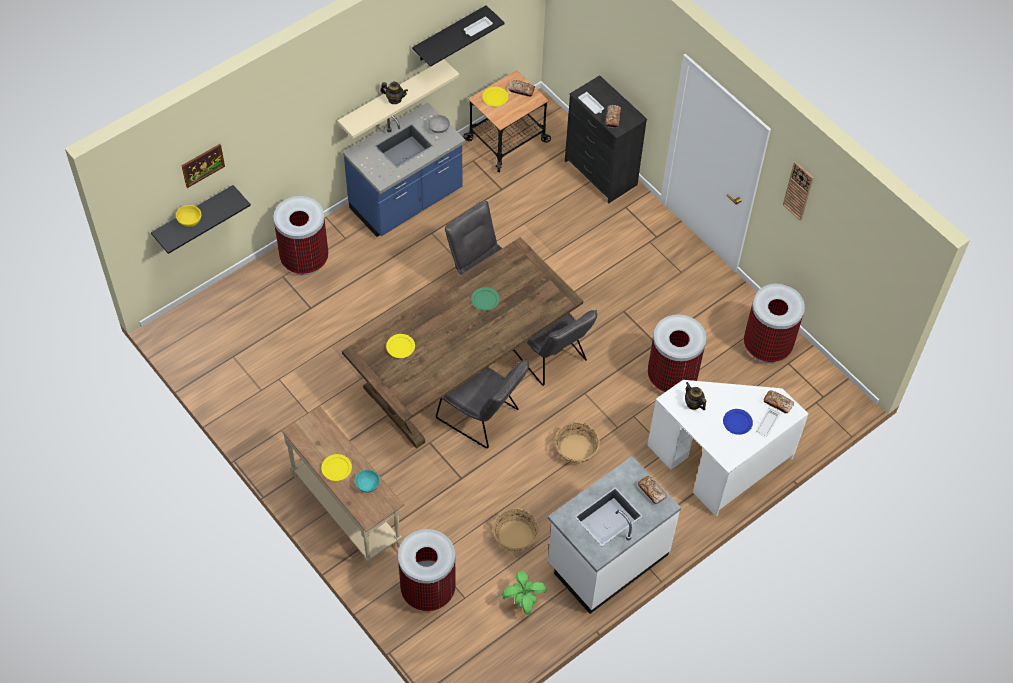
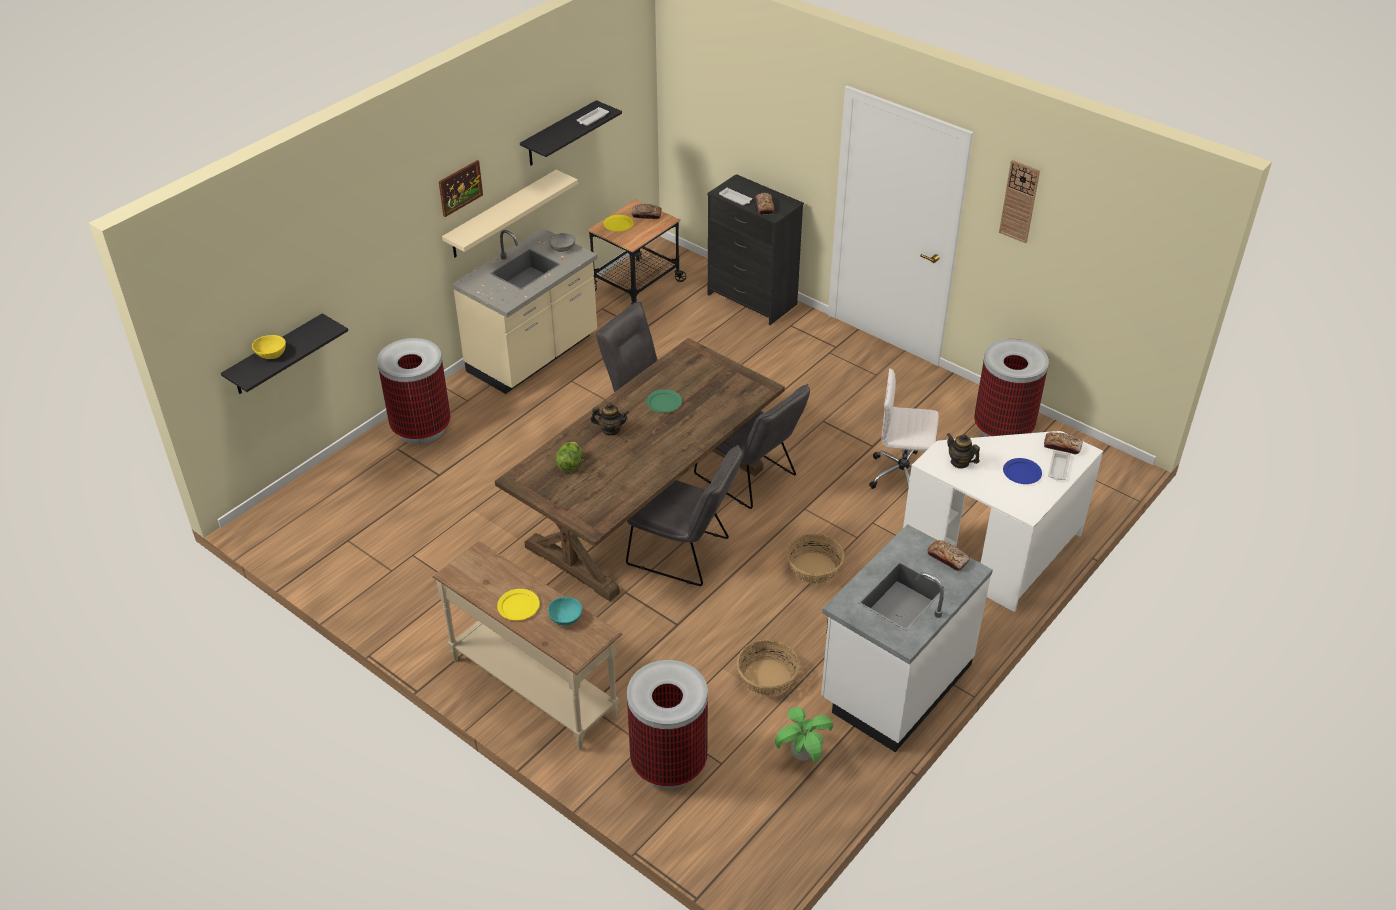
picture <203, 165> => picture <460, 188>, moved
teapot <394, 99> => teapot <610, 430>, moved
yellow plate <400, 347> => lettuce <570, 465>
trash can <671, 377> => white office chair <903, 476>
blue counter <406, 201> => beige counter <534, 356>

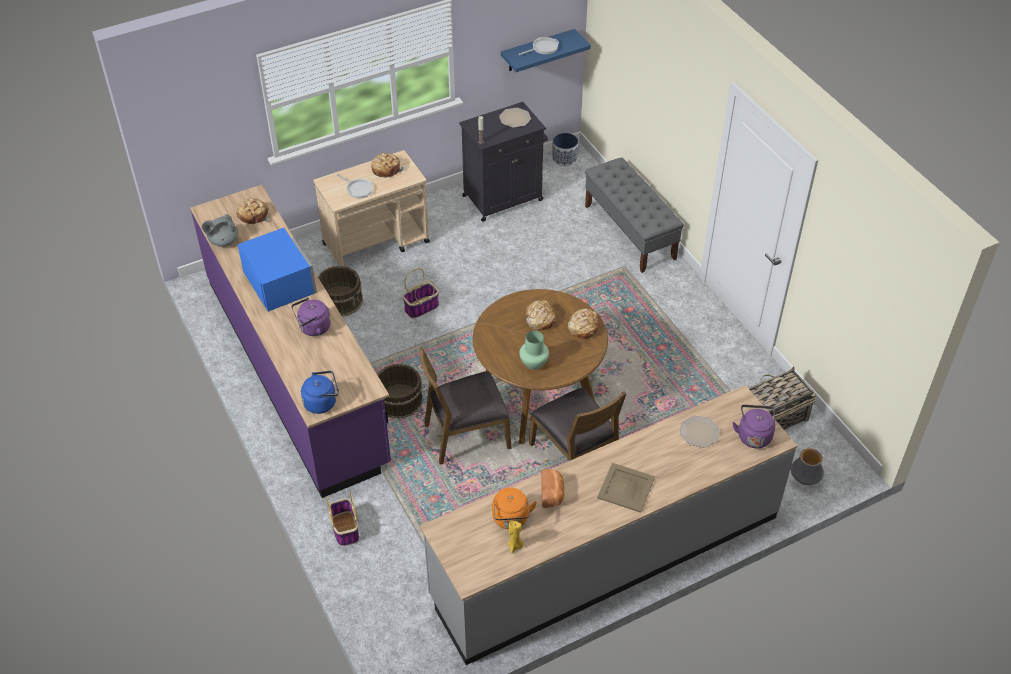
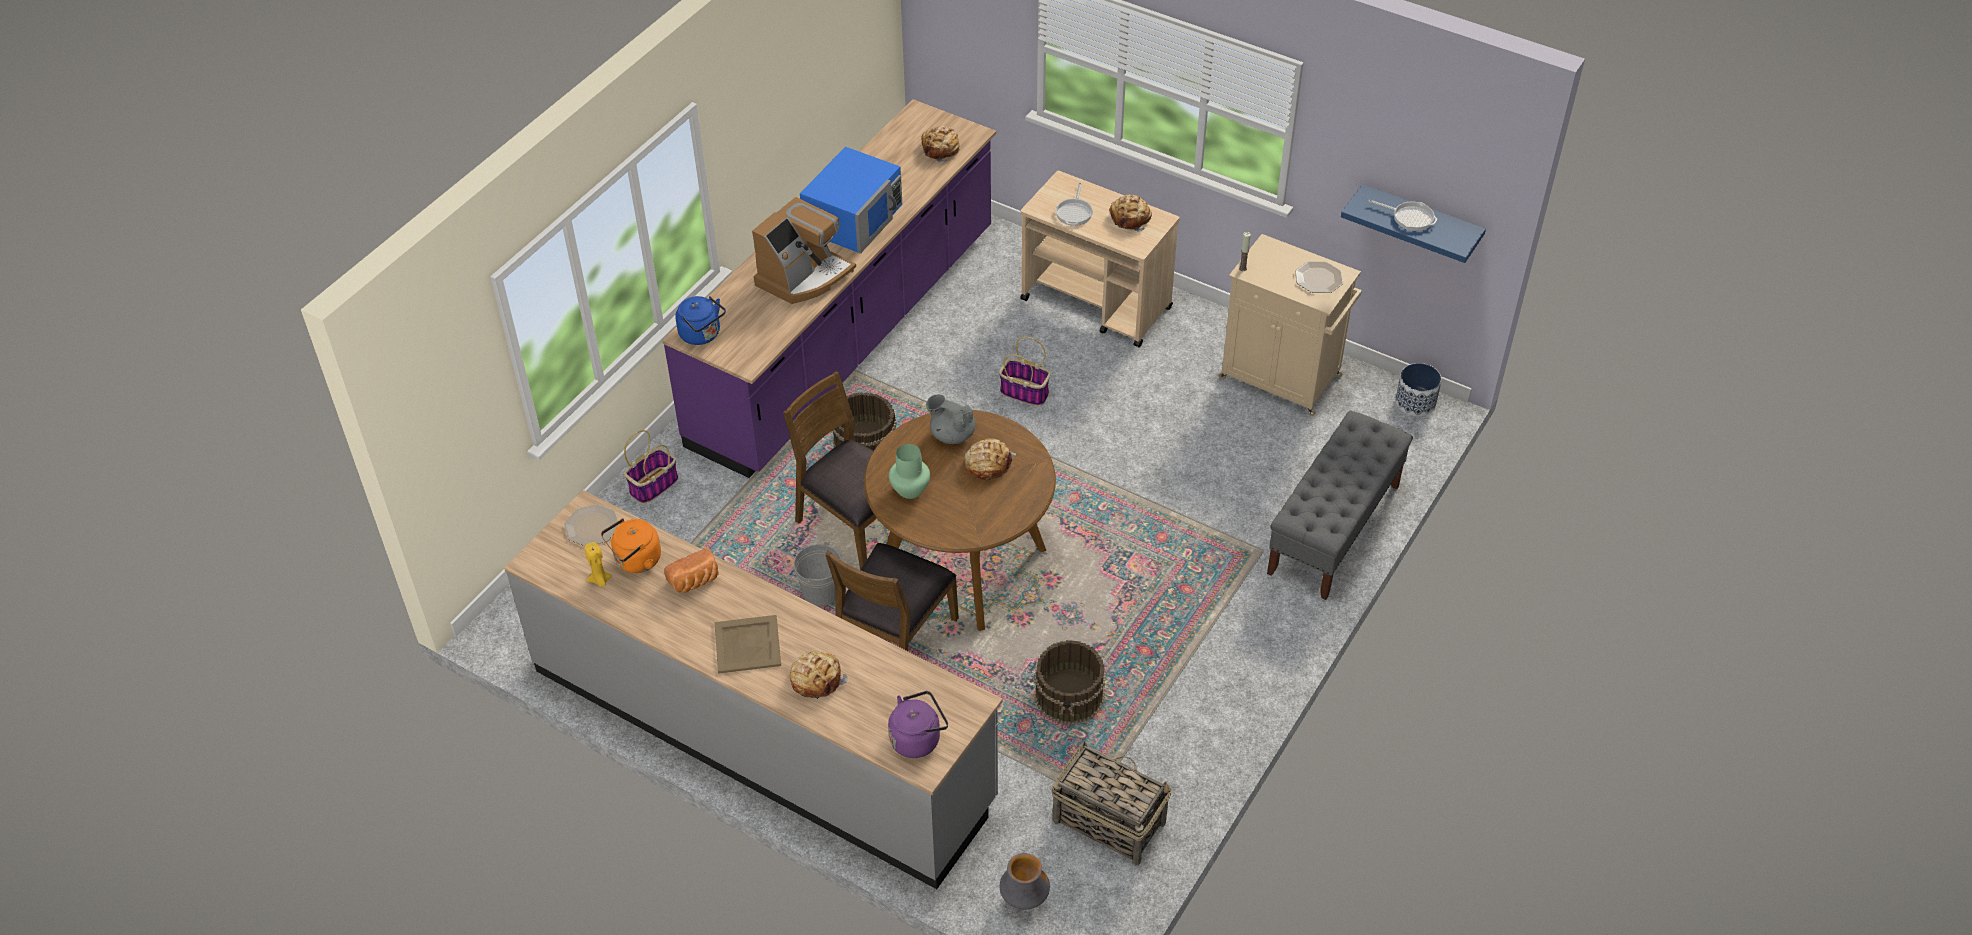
nothing => grey bucket <820, 593>
grey teapot <223, 241> => grey teapot <952, 434>, moved
brown bucket <341, 300> => brown bucket <1070, 695>, moved
bread <583, 327> => bread <816, 679>, moved
plate <699, 432> => plate <591, 527>, moved
purple kettle <313, 328> => coffee machine <804, 276>
black cabinet <504, 197> => beige cabinet <1282, 378>

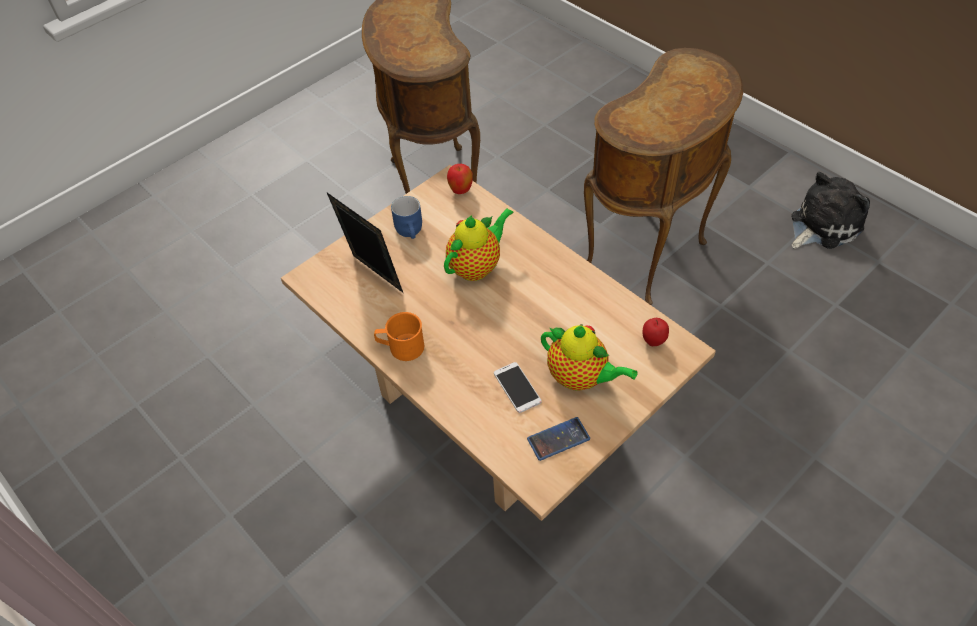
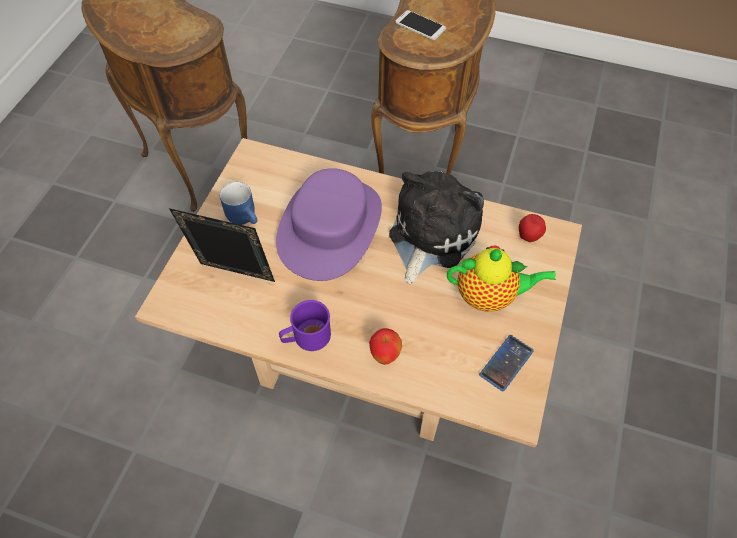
apple <461, 191> => apple <385, 356>, moved
phone <517, 387> => phone <420, 25>, moved
plush toy <822, 225> => plush toy <430, 235>, moved
teapot <477, 266> => purple hat <330, 227>
orange mug <401, 347> => purple mug <306, 337>

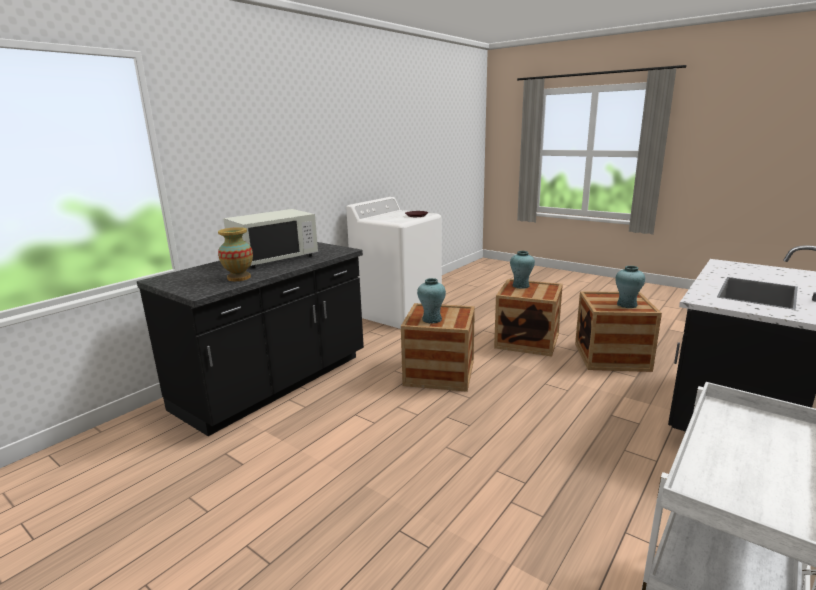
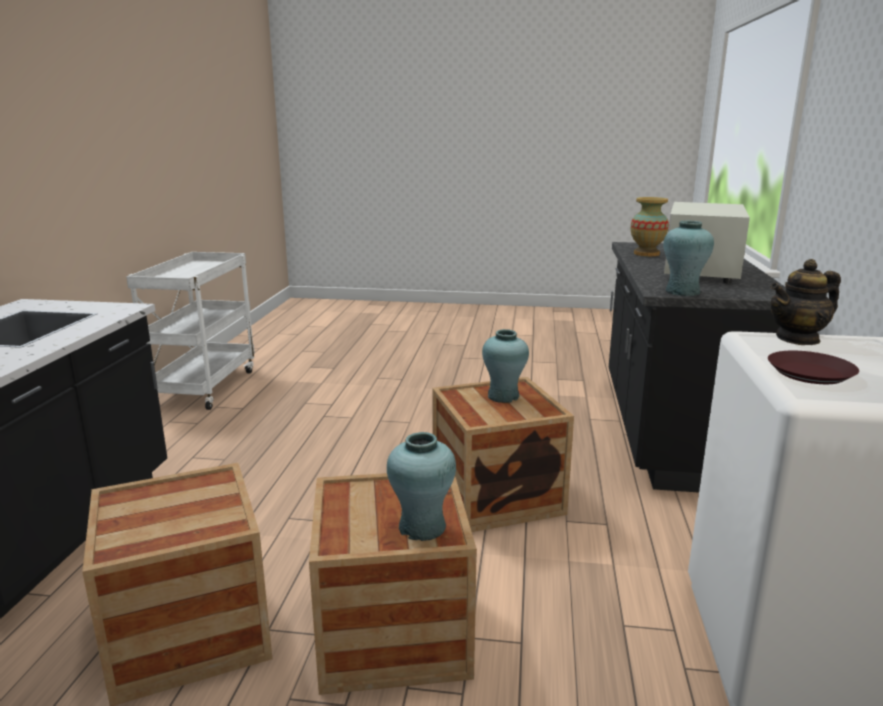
nothing => teapot <798, 339>
turquoise vase <627, 305> => turquoise vase <682, 292>, moved

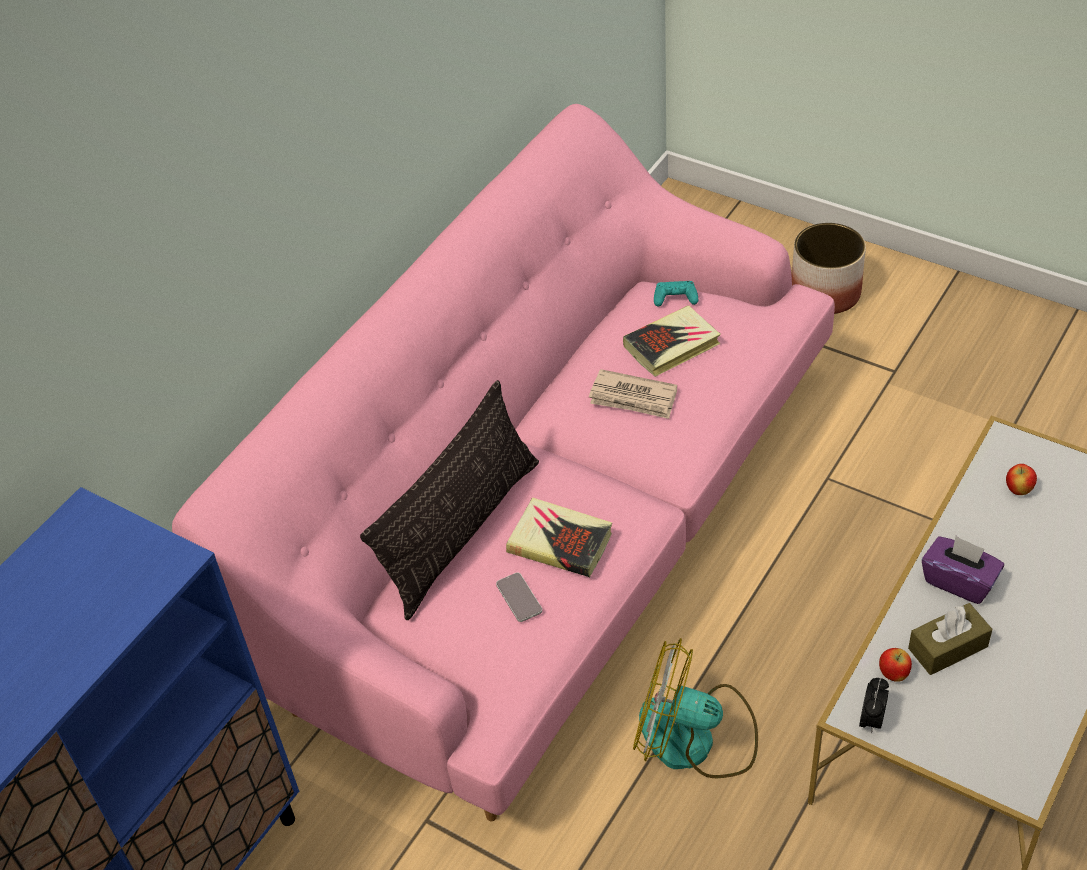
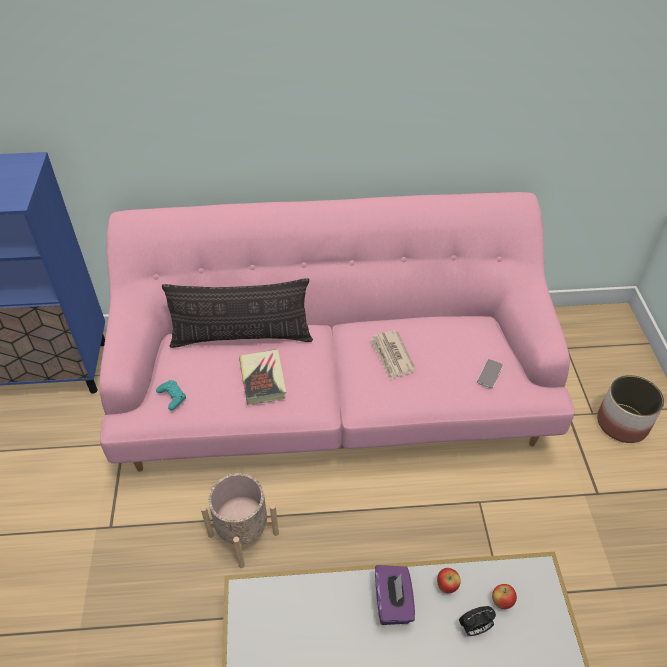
book <672, 345> => nothing
brown tissue box <948, 647> => nothing
phone <519, 598> => phone <490, 374>, moved
turquoise game controller <675, 298> => turquoise game controller <172, 397>, moved
alarm clock <872, 720> => alarm clock <474, 628>, moved
apple <893, 674> => apple <447, 586>, moved
fan <694, 739> => beige planter <243, 534>

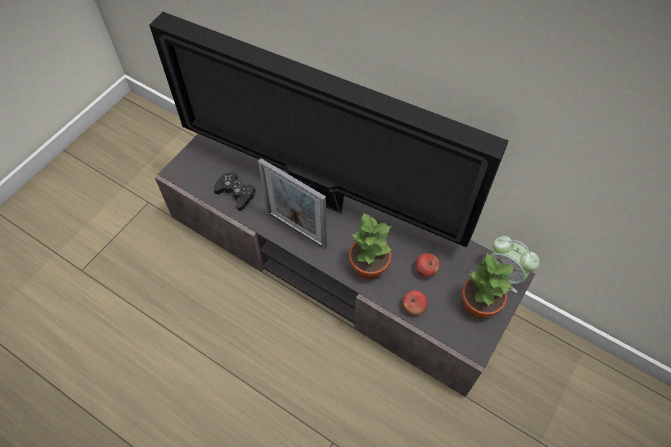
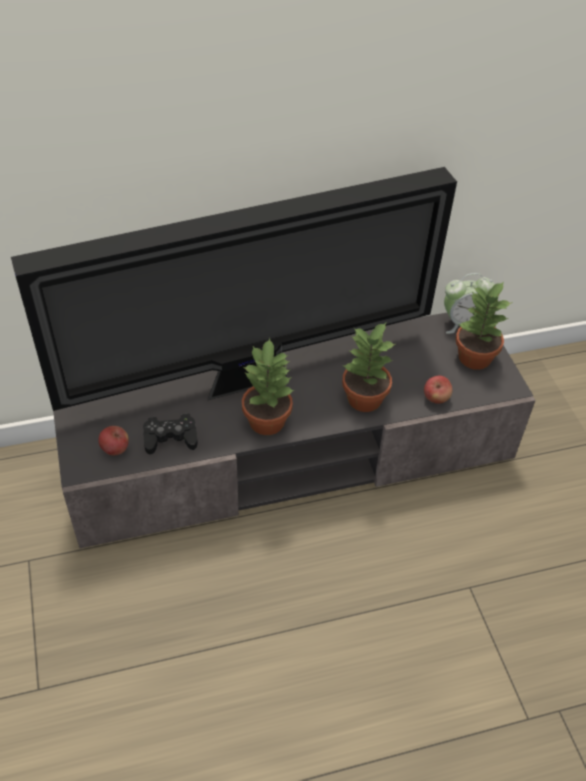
apple <425, 270> => apple <115, 449>, moved
picture frame <296, 229> => potted plant <268, 421>

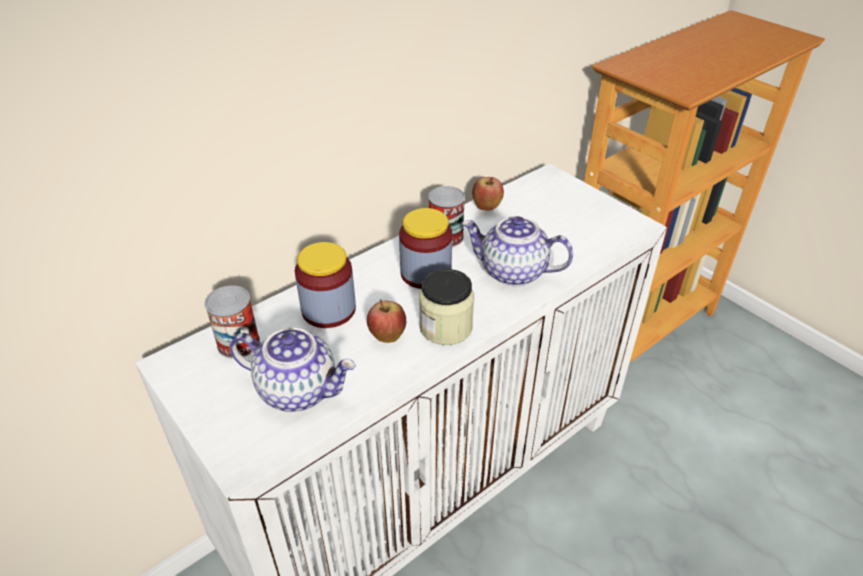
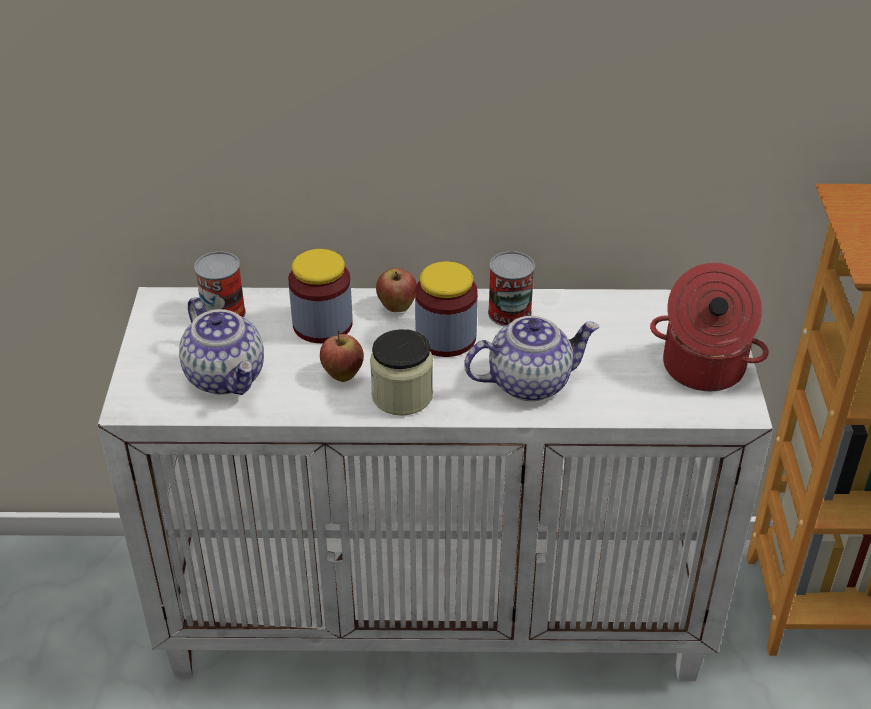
nothing => cooking pot <702, 368>
apple <486, 208> => apple <397, 308>, moved
teapot <512, 272> => teapot <530, 381>, 105 degrees clockwise

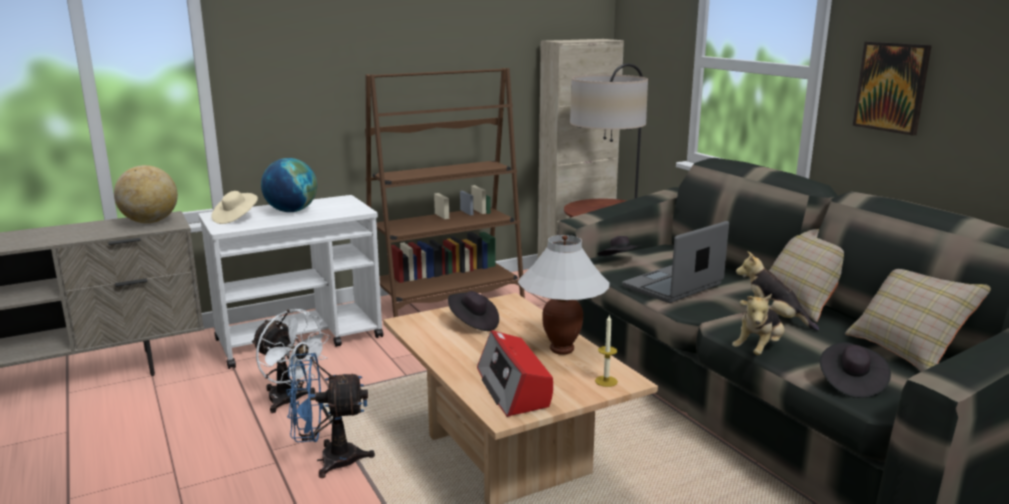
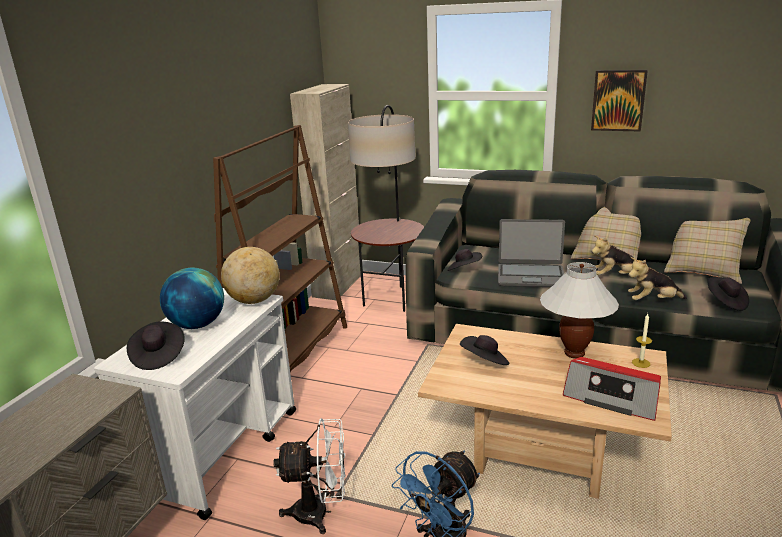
globe <150, 222> => globe <254, 300>, moved
beige hat <235, 218> => black hat <158, 356>
laptop <673, 286> => laptop <530, 276>, 90 degrees counterclockwise
plush toy <759, 349> => plush toy <652, 301>, 90 degrees clockwise

